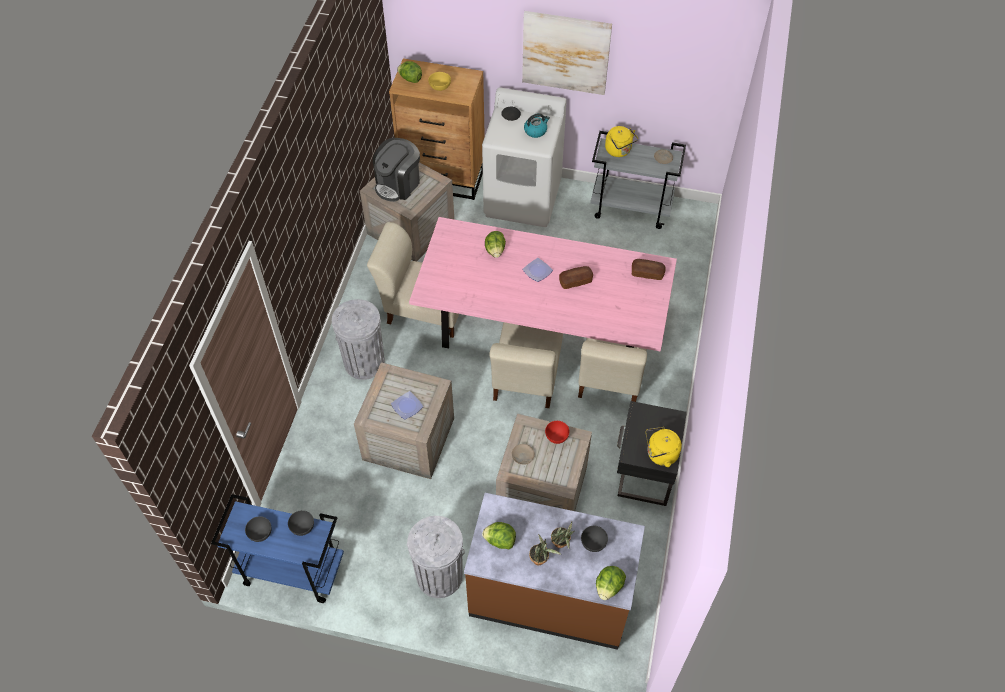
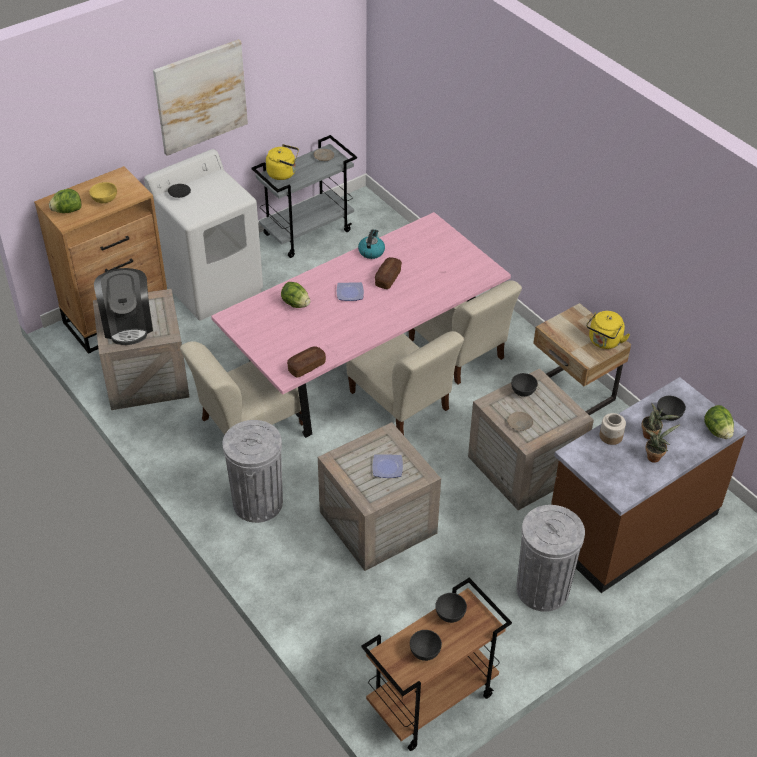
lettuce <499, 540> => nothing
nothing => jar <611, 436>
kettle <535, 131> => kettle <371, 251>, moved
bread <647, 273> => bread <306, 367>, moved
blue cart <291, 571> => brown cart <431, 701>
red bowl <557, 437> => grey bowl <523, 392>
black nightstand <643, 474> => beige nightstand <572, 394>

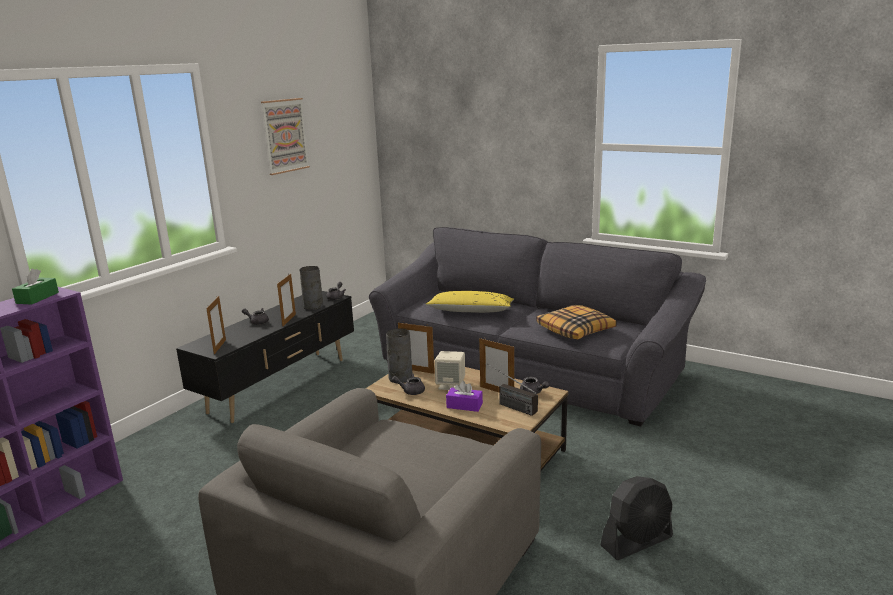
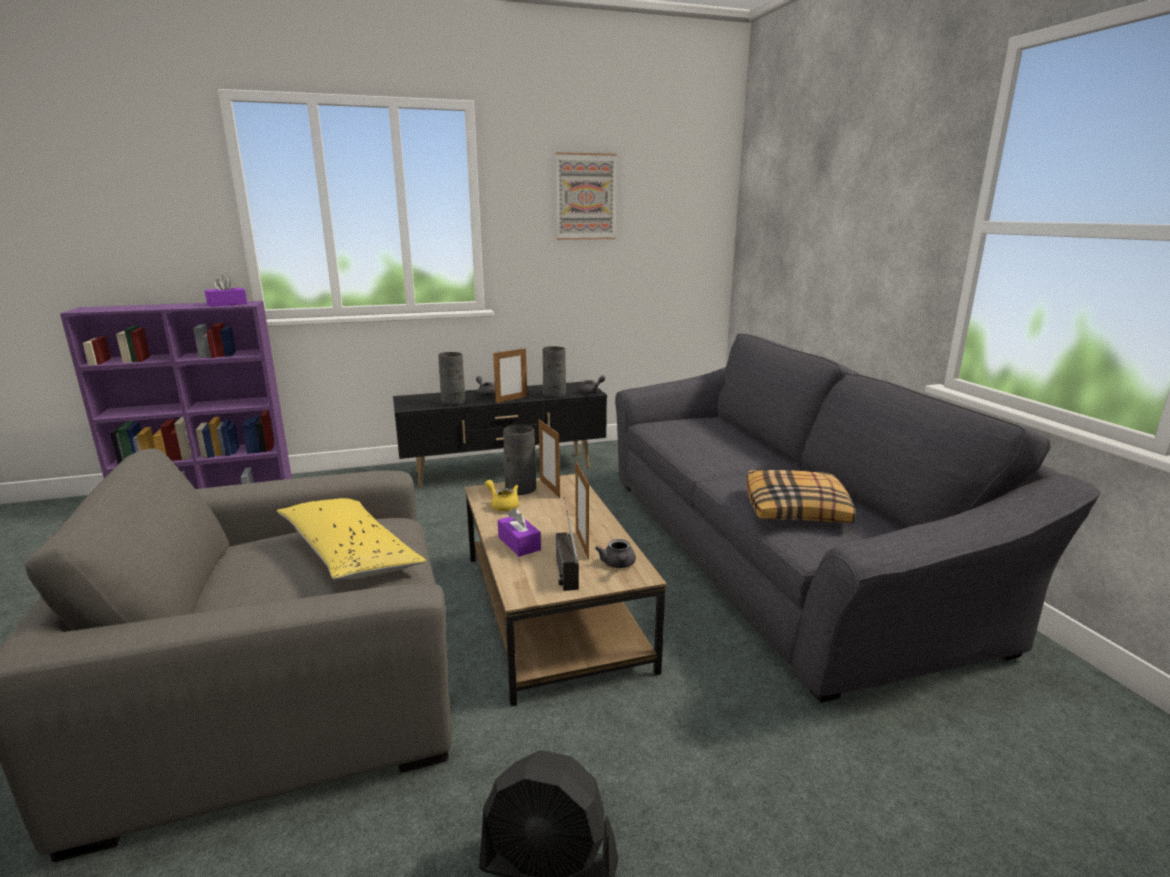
picture frame <220, 347> => nothing
beige speaker <451, 385> => nothing
nothing => grey vase <453, 402>
yellow pillow <470, 311> => yellow pillow <350, 553>, moved
green tissue box <37, 298> => purple tissue box <227, 304>
grey teapot <410, 391> => yellow teapot <503, 505>

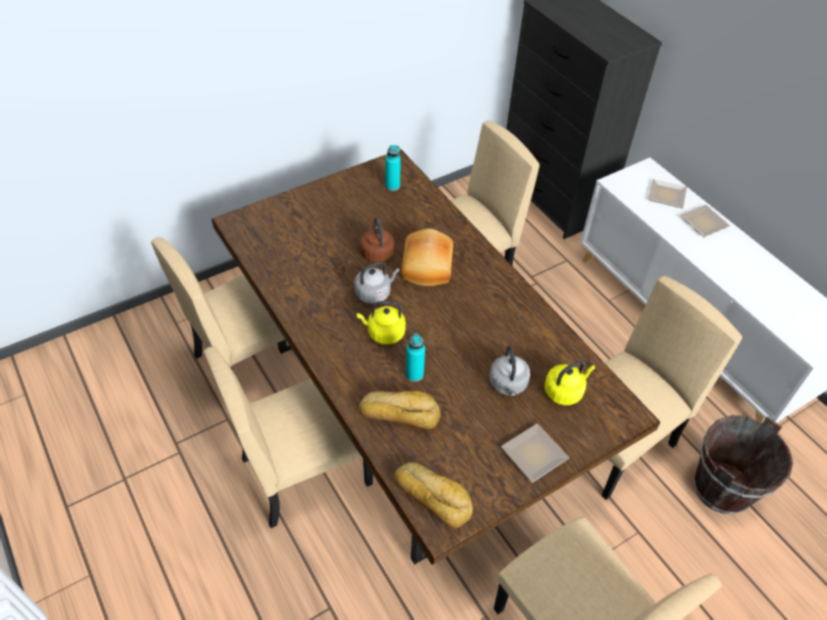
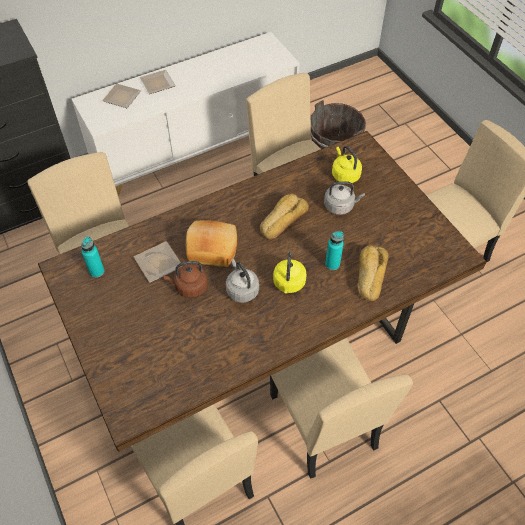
bread <433, 495> => bread <282, 220>, moved
plate <536, 455> => plate <159, 262>, moved

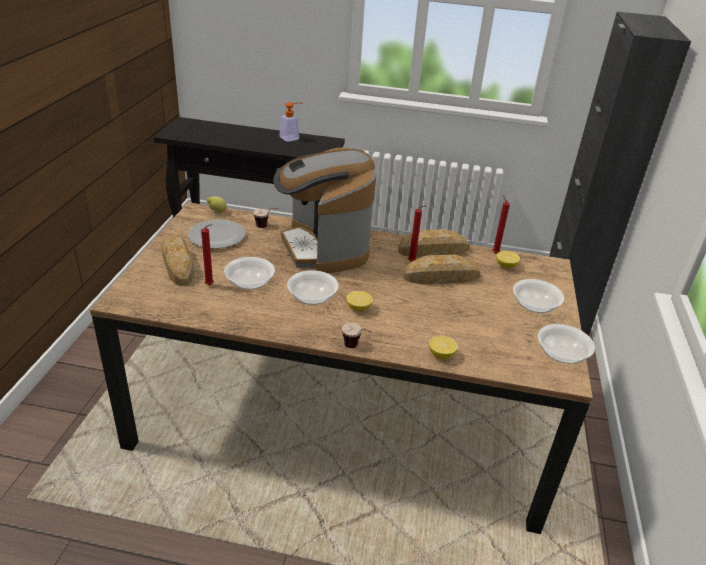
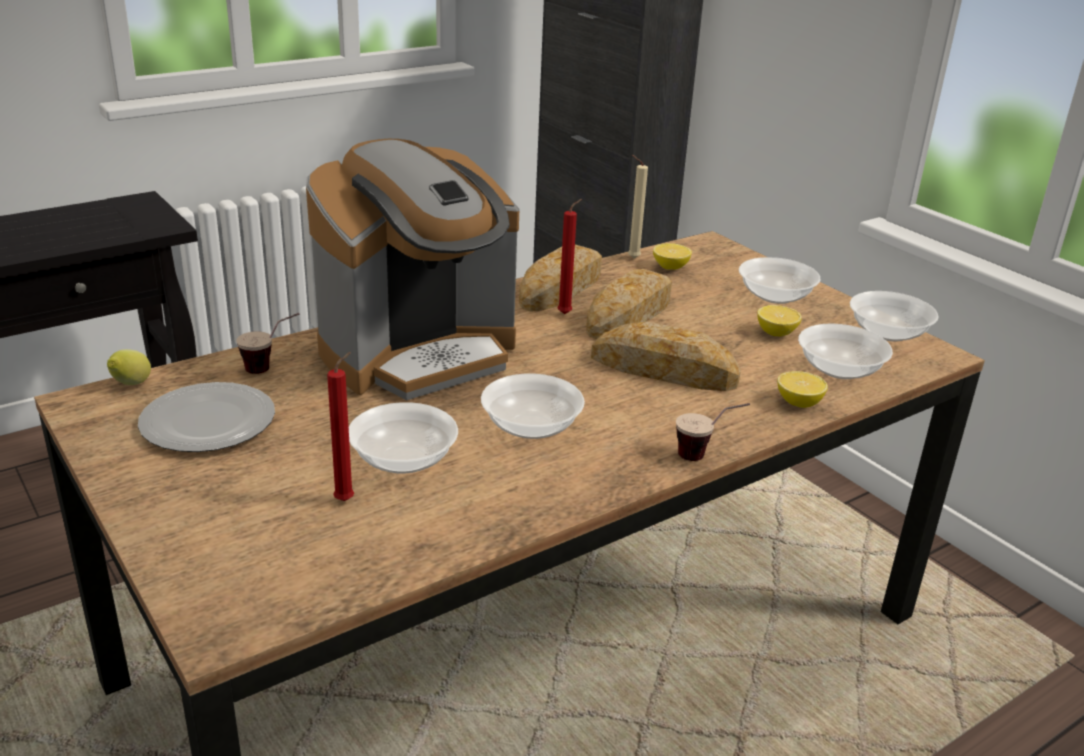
soap dispenser <292, 138> => nothing
nothing => bowl <839, 369>
bread <177, 264> => bread <664, 369>, moved
lemon <358, 308> => lemon <776, 333>, moved
red candle <494, 253> => beige candle <631, 258>
coffee machine <323, 248> => coffee machine <419, 354>, 60 degrees counterclockwise

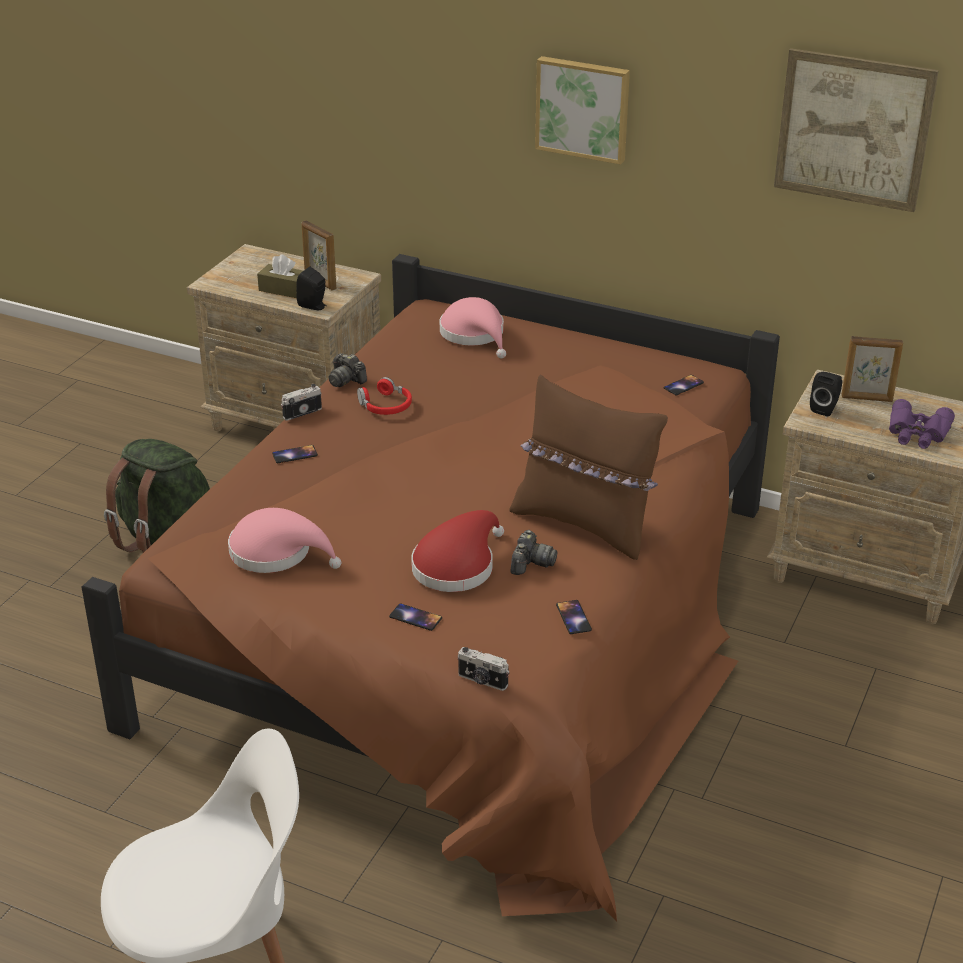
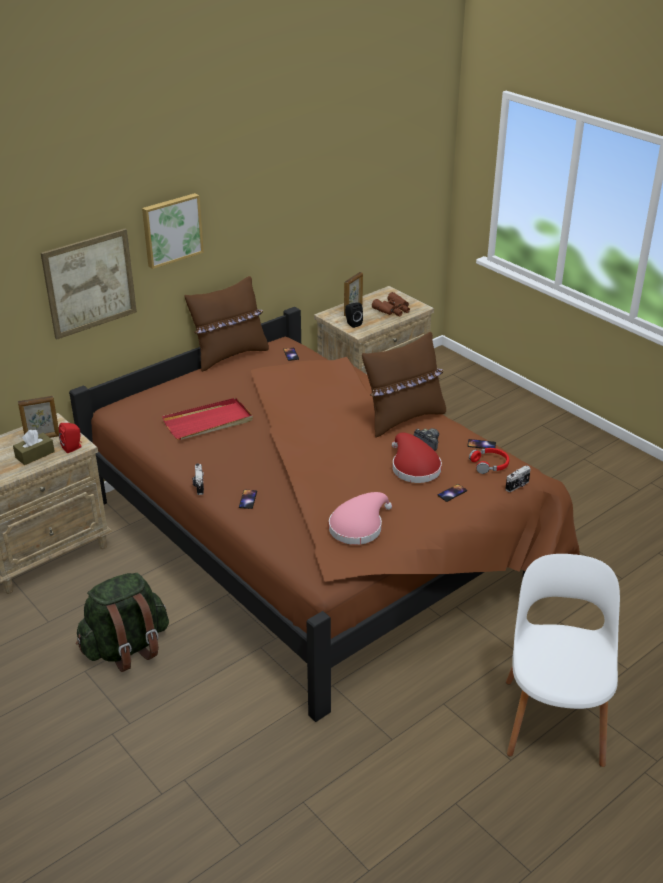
photo camera <346, 380> => nothing
pink hat <475, 335> => nothing
nothing => red tray <208, 422>
nothing => brown pillow <230, 355>
red headphones <385, 406> => red headphones <489, 464>, moved
picture <853, 130> => picture <90, 283>, moved
black speaker <314, 306> => red speaker <73, 448>
purple binoculars <917, 433> => brown binoculars <393, 309>

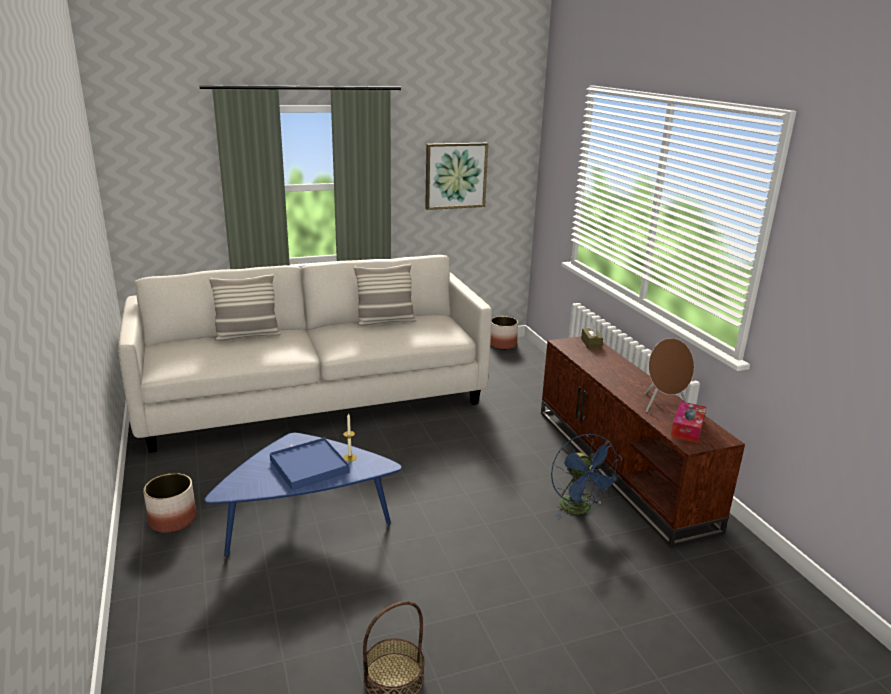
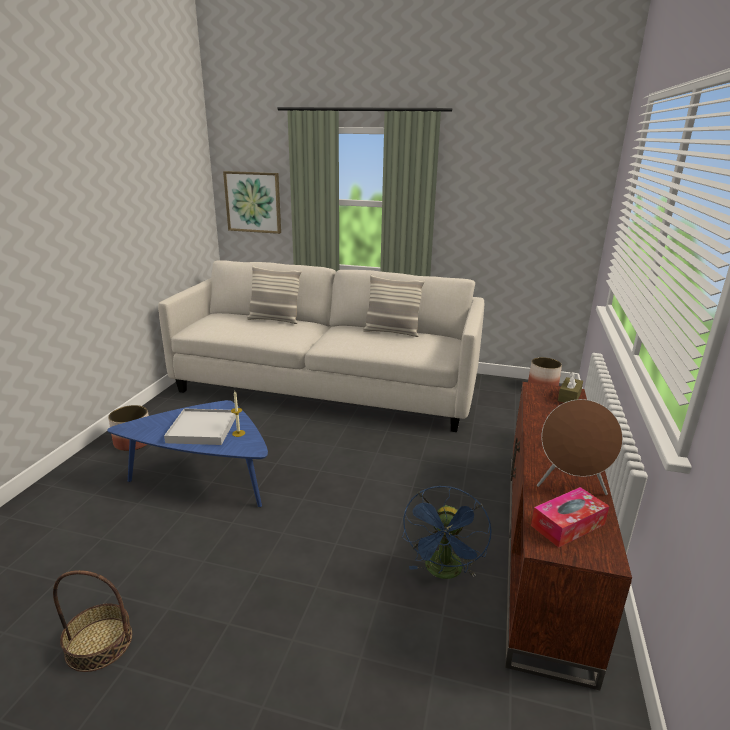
picture <455, 175> => picture <253, 202>, moved
blue tray <309, 466> => white tray <202, 429>

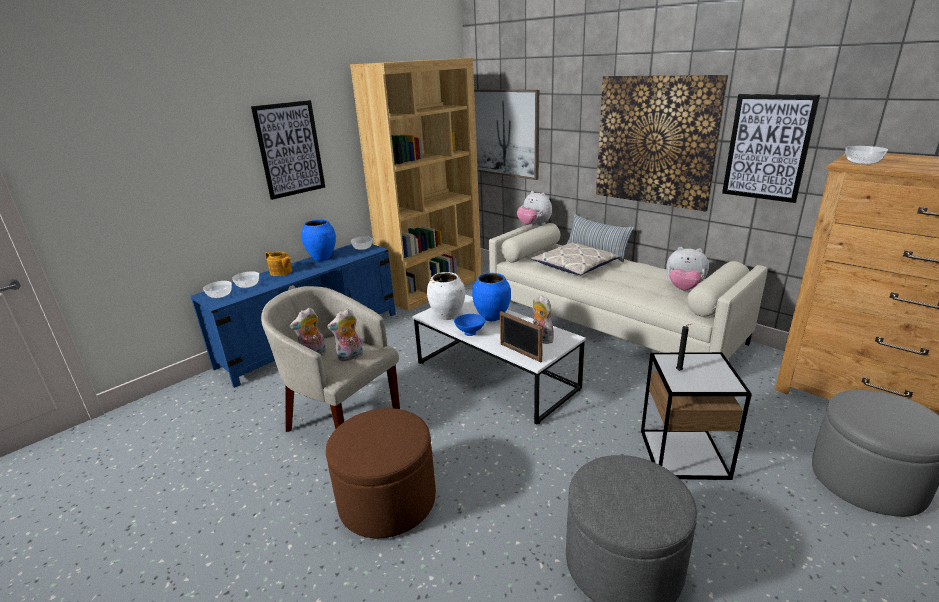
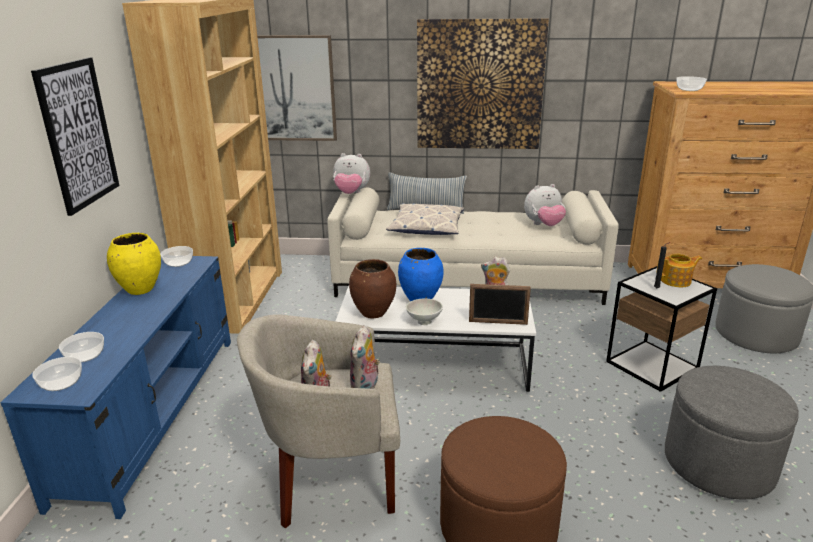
picture <767, 148> => nothing
teapot <281, 272> => teapot <676, 281>, moved
blue vase <322, 258> => yellow vase <140, 290>
white vase <447, 316> => brown vase <373, 313>
blue bowl <469, 333> => white bowl <423, 321>

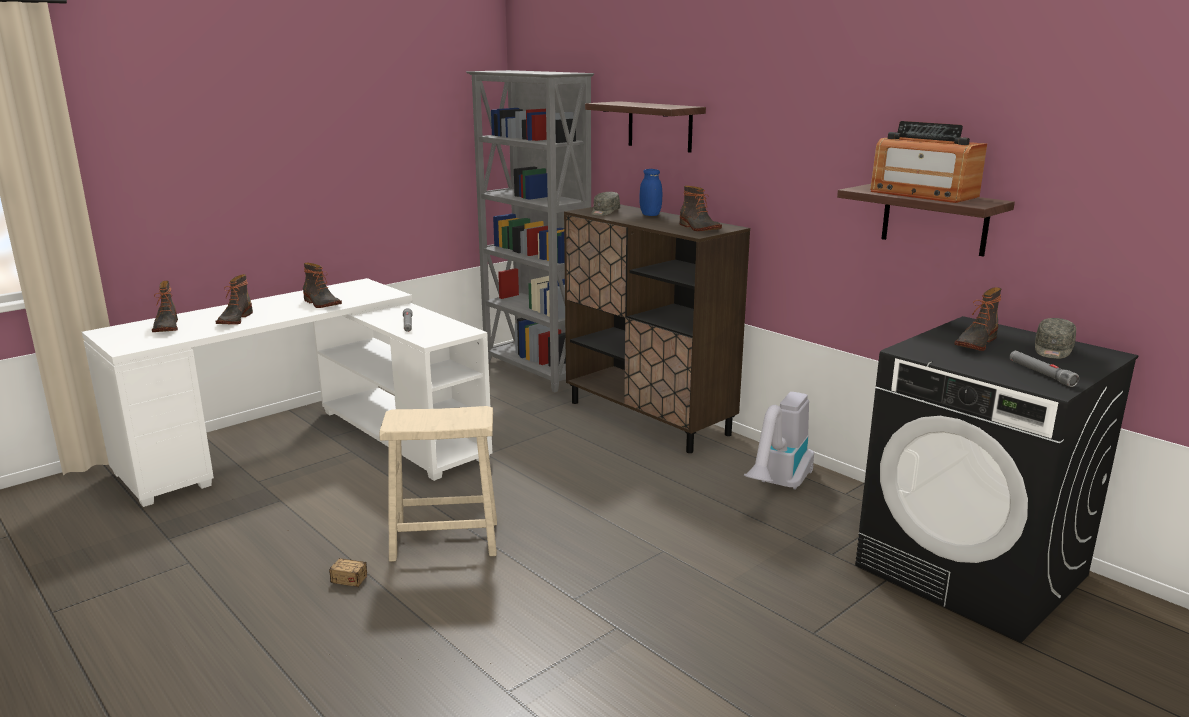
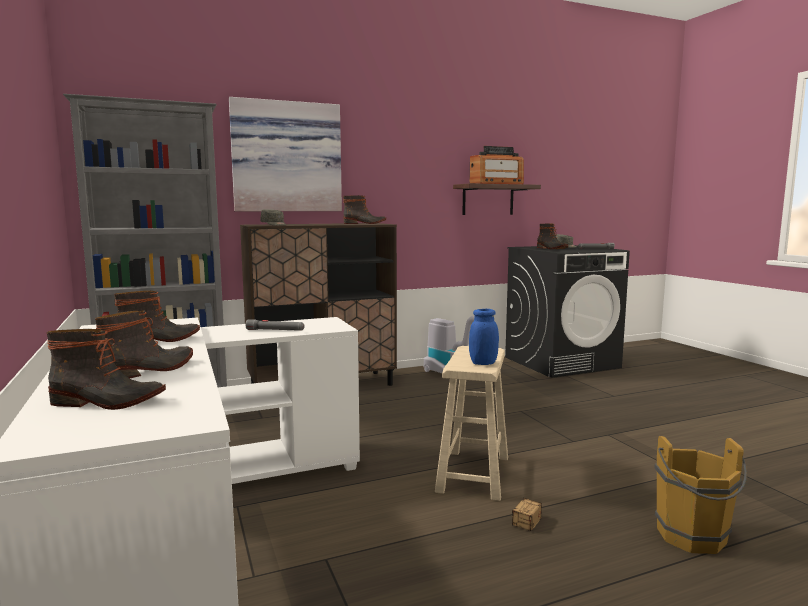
nothing => brown bucket <693, 539>
blue jar <650, 215> => blue jar <483, 363>, moved
shelf <660, 126> => picture <286, 157>
boot <234, 319> => boot <150, 370>, 75 degrees counterclockwise

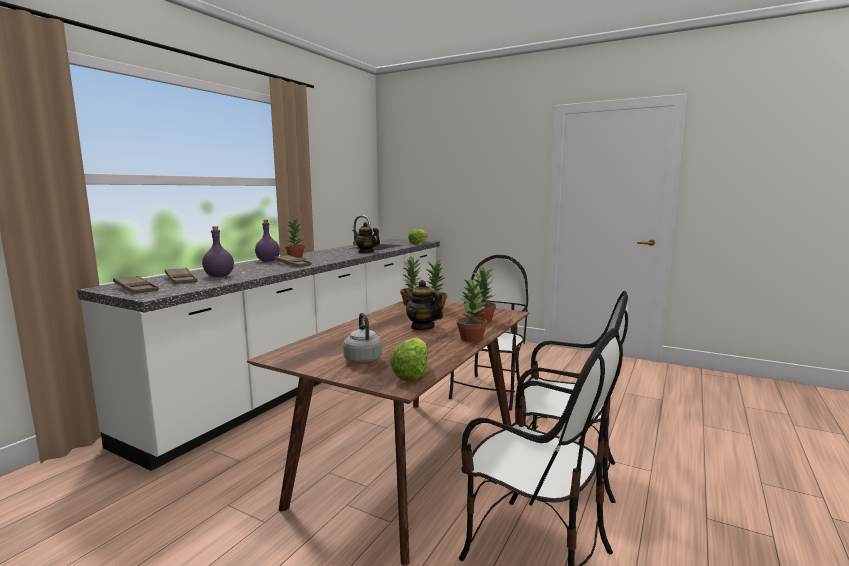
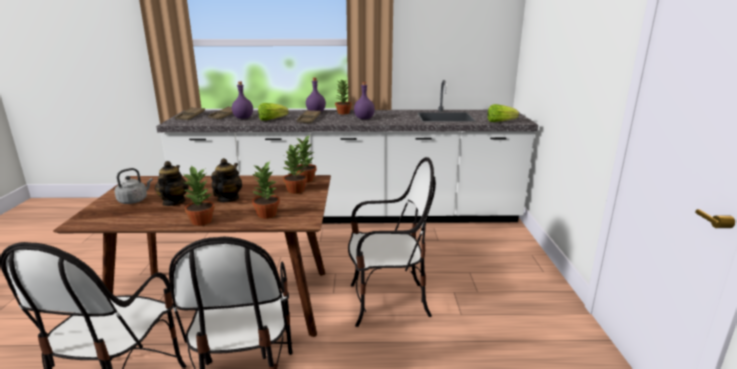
nothing => purple bottle <364, 118>
teapot <366, 252> => teapot <173, 202>, moved
lettuce <412, 373> => lettuce <271, 120>, moved

